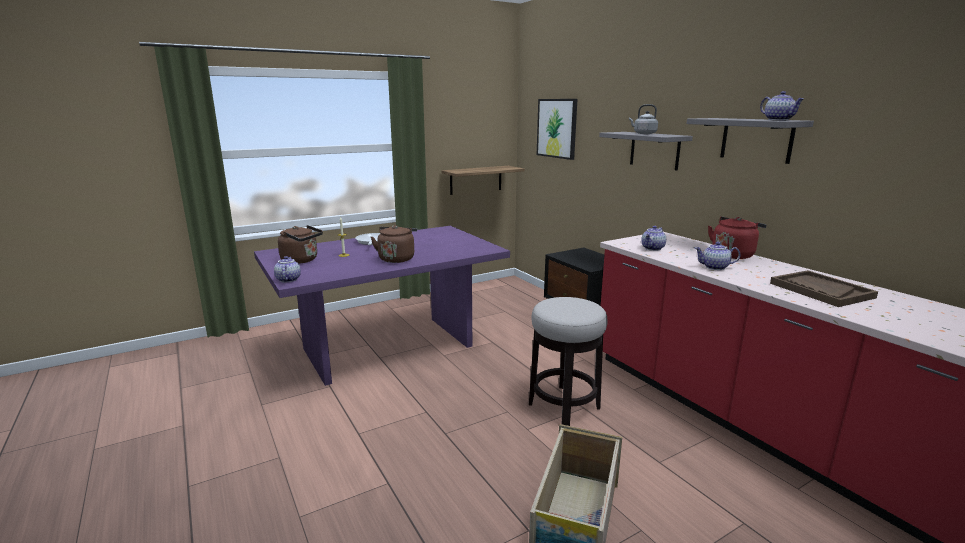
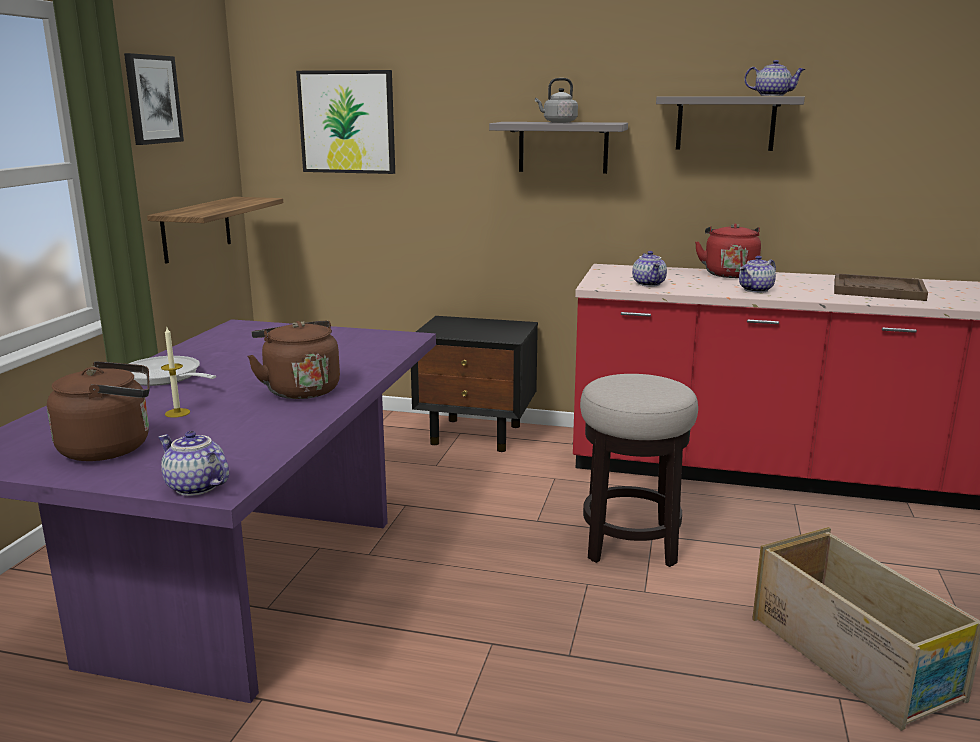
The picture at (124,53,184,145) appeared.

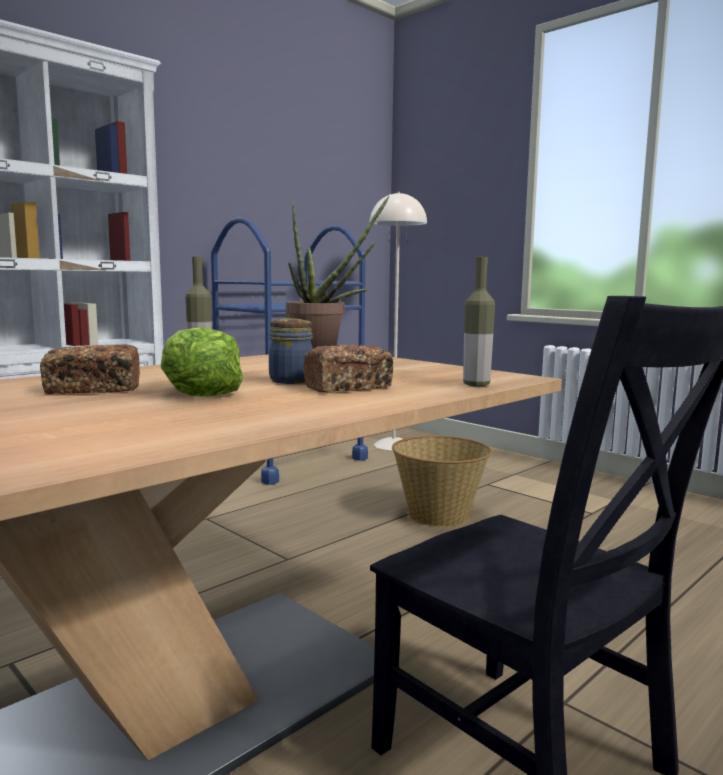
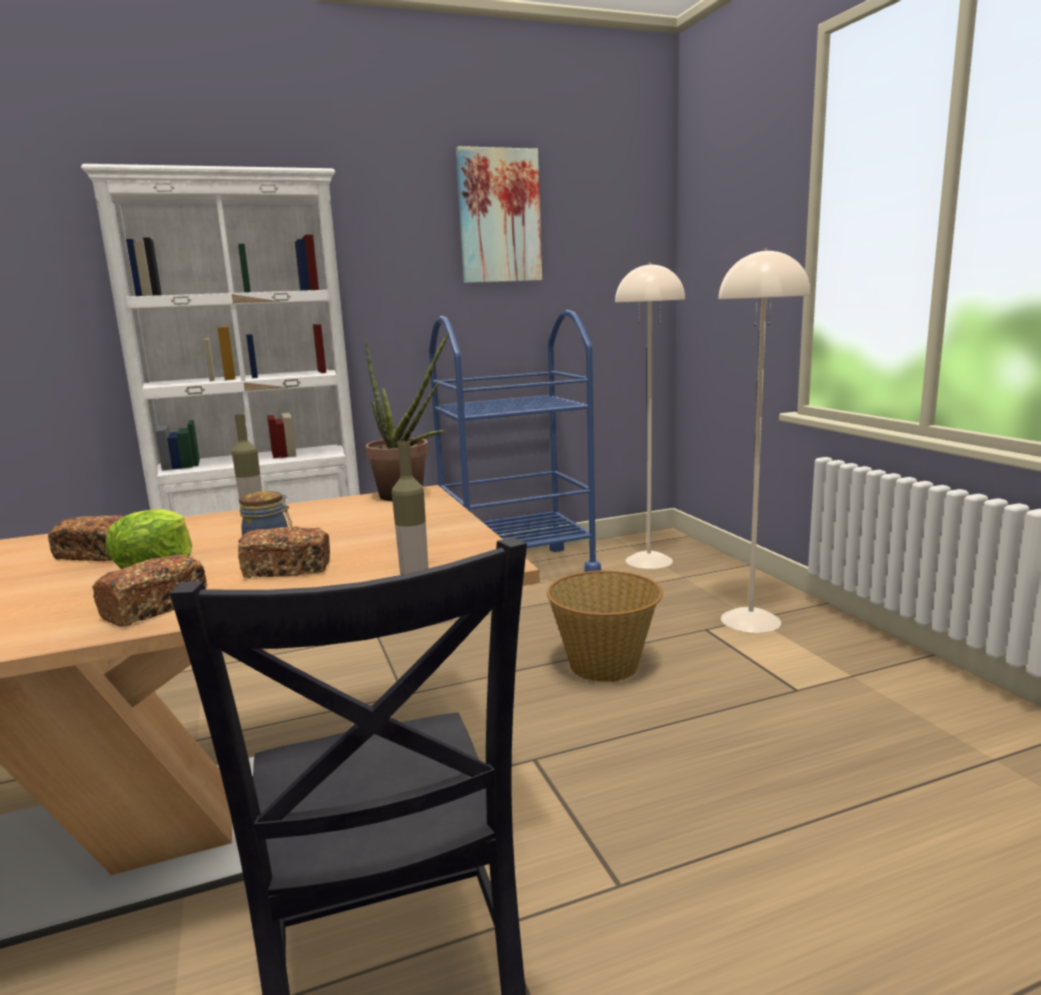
The baked bread at (92,554,207,627) appeared.
The picture at (456,146,542,283) appeared.
The sand-coloured standard lamp at (718,248,811,633) appeared.

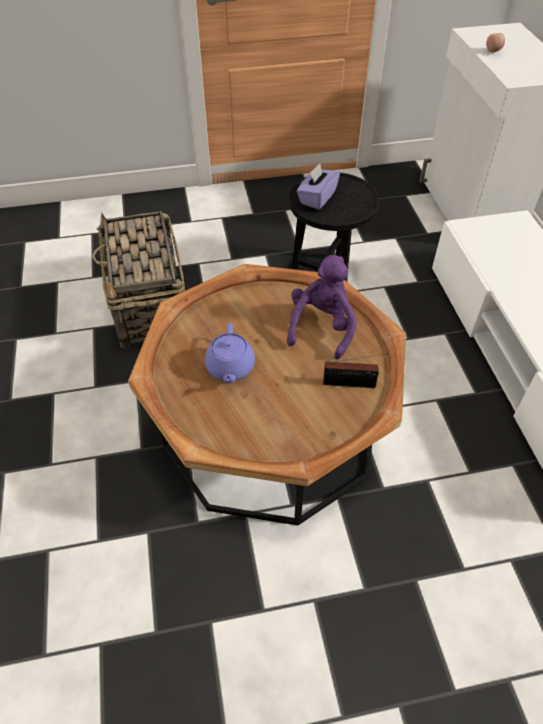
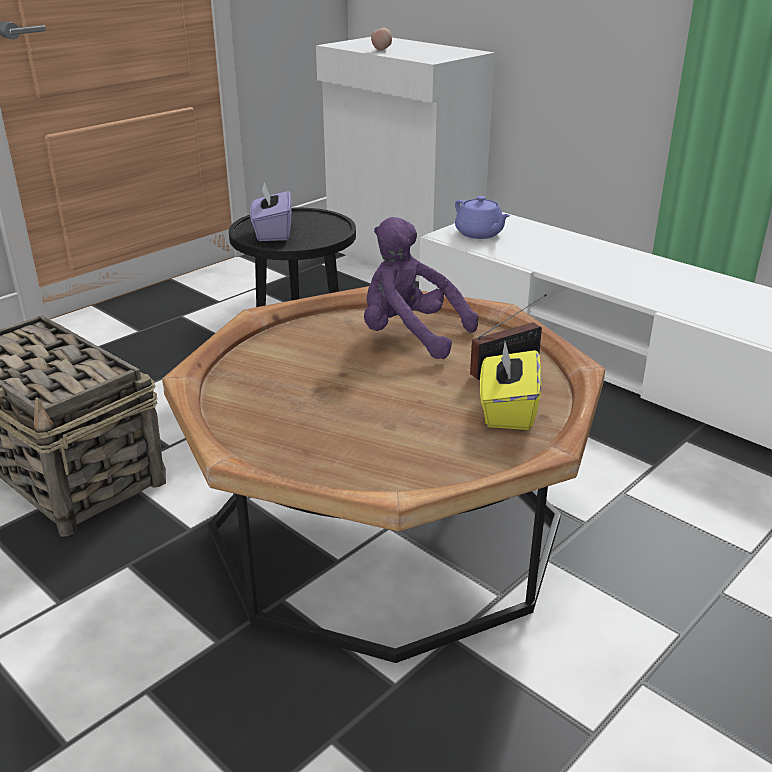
The yellowish box of tissues at (480,342,541,430) appeared.
The purplish tea pot moved from (205,323,255,383) to (455,196,510,239).
The purplish soft toy at (287,255,357,359) turned 45 degrees counterclockwise.

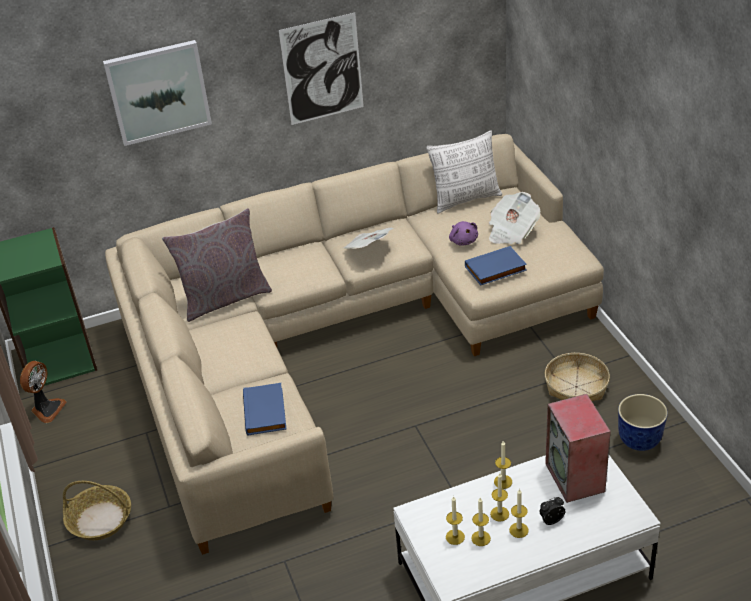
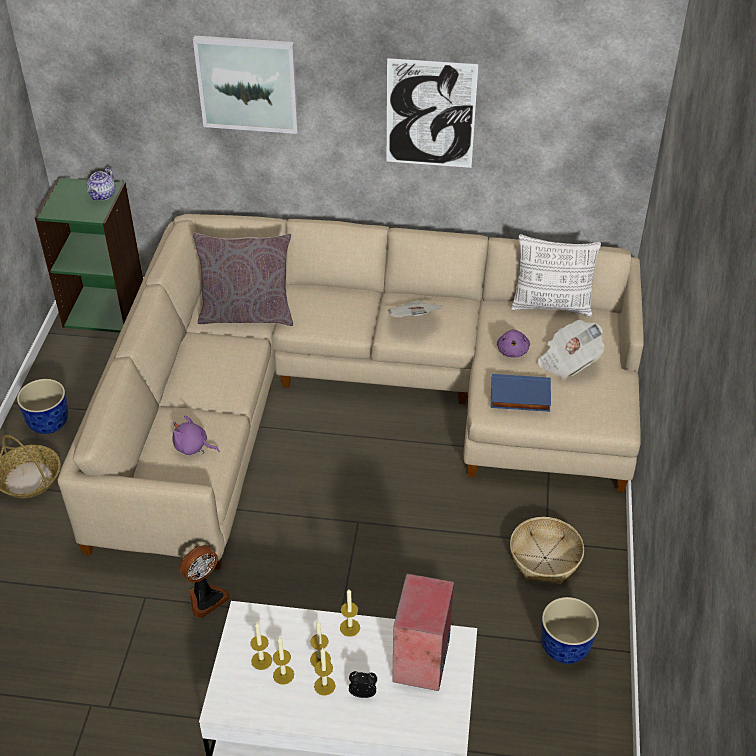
The planter at (17,379,68,434) appeared.
The tea pot at (87,167,115,200) appeared.
The electric fan moved from (20,361,67,423) to (180,545,230,618).
The bluish volume at (243,383,287,436) was replaced by the purplish soft toy at (172,416,219,455).

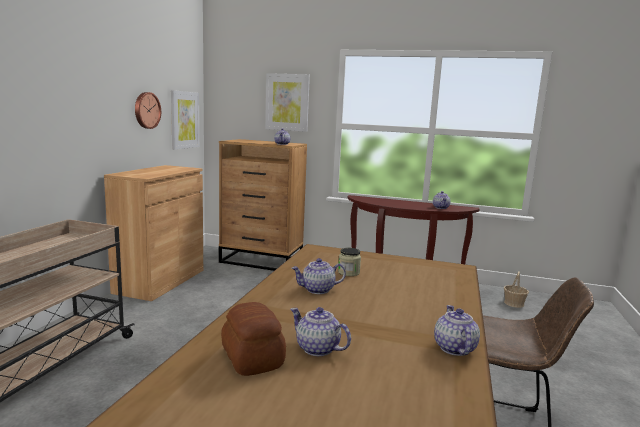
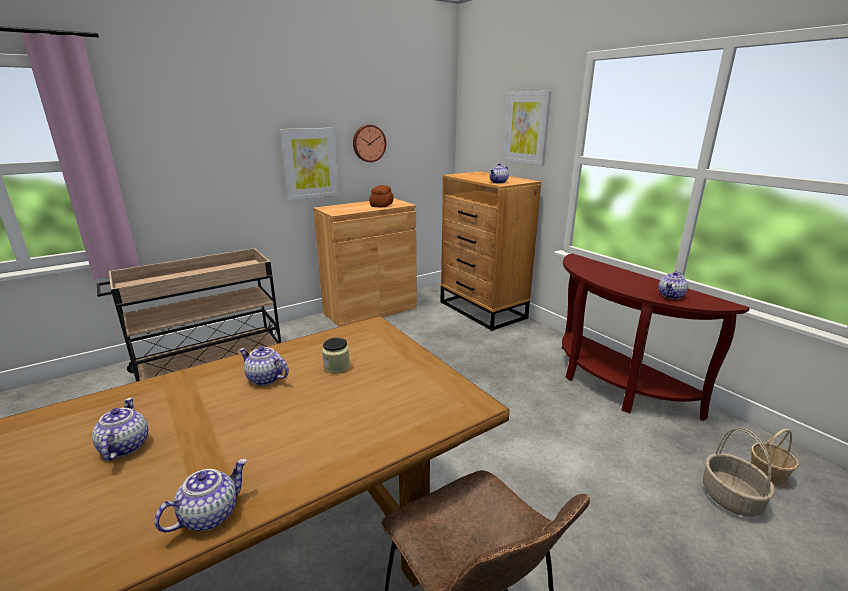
The basket at (703,427,775,517) appeared.
The picture moved from (171,90,199,149) to (280,128,339,200).
The baked bread moved from (221,302,286,376) to (369,185,394,207).

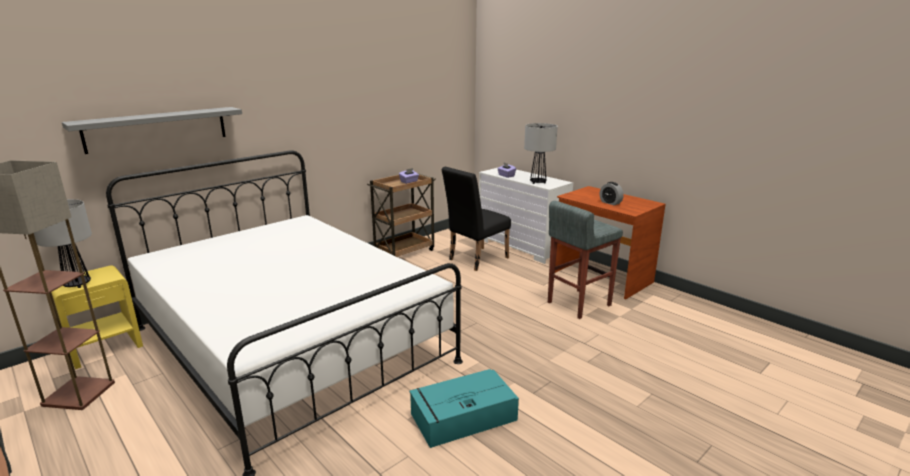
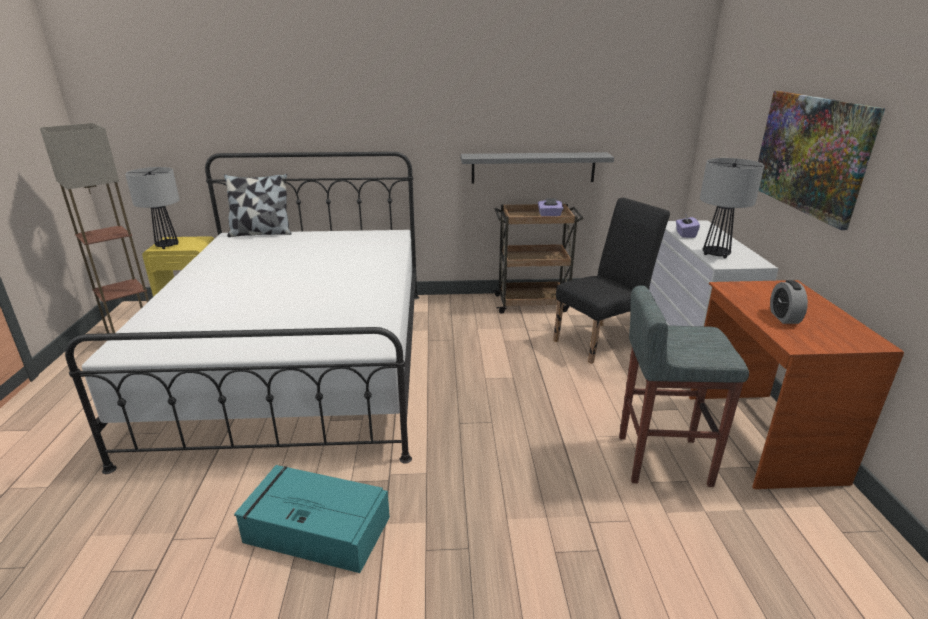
The throw pillow at (224,174,292,237) appeared.
The picture at (758,91,885,230) appeared.
The gray bracket shelf moved from (62,107,242,154) to (461,152,614,183).
The black upright chair at (441,167,511,271) turned 150 degrees clockwise.

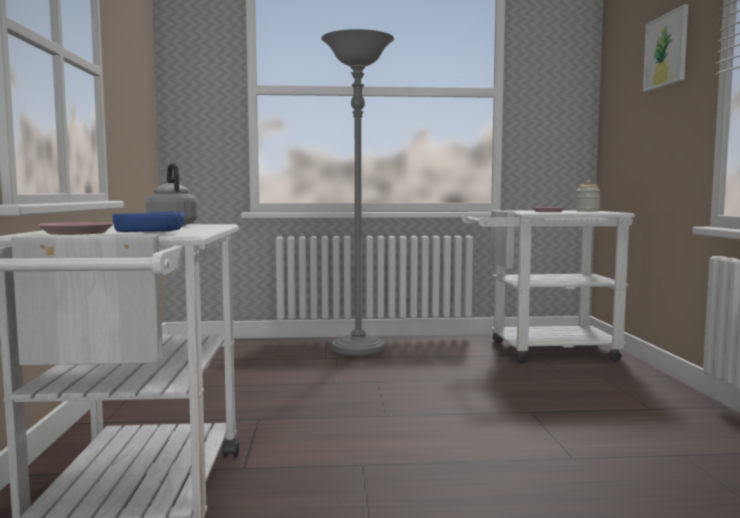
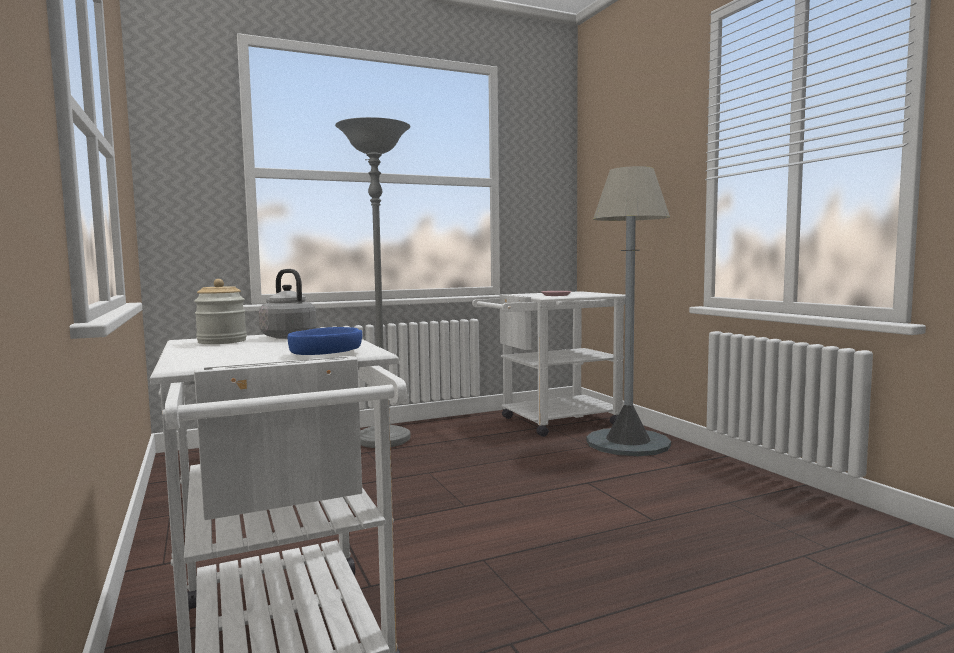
The pink flat dish at (38,222,113,235) disappeared.
The picture at (643,4,688,92) disappeared.
The gray standard lamp at (587,166,671,456) appeared.
The preserve jar moved from (576,180,601,212) to (194,279,247,344).

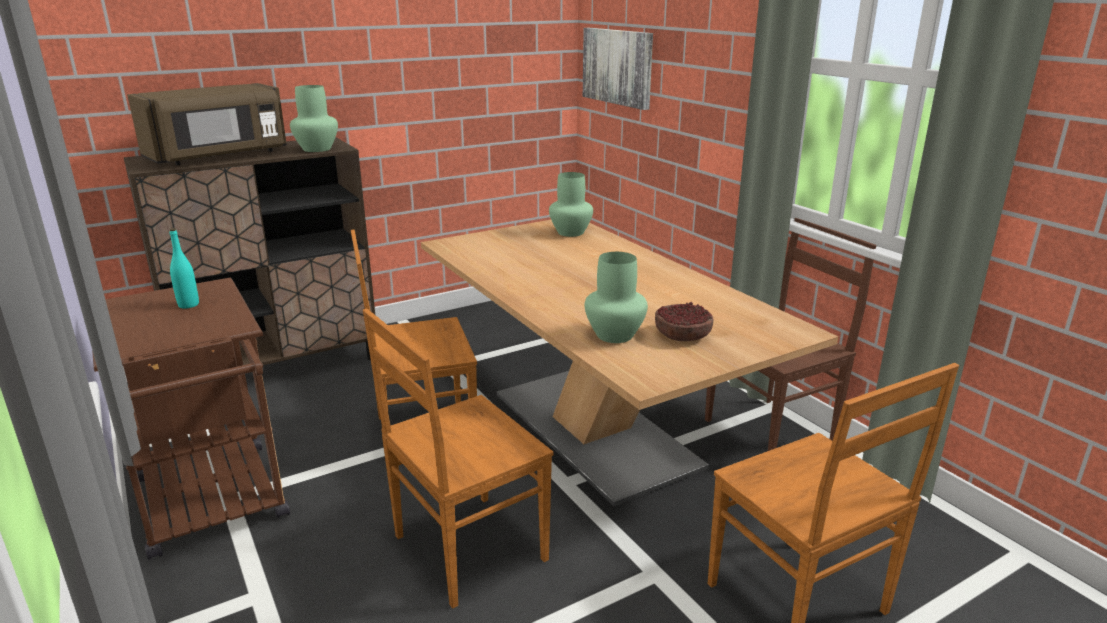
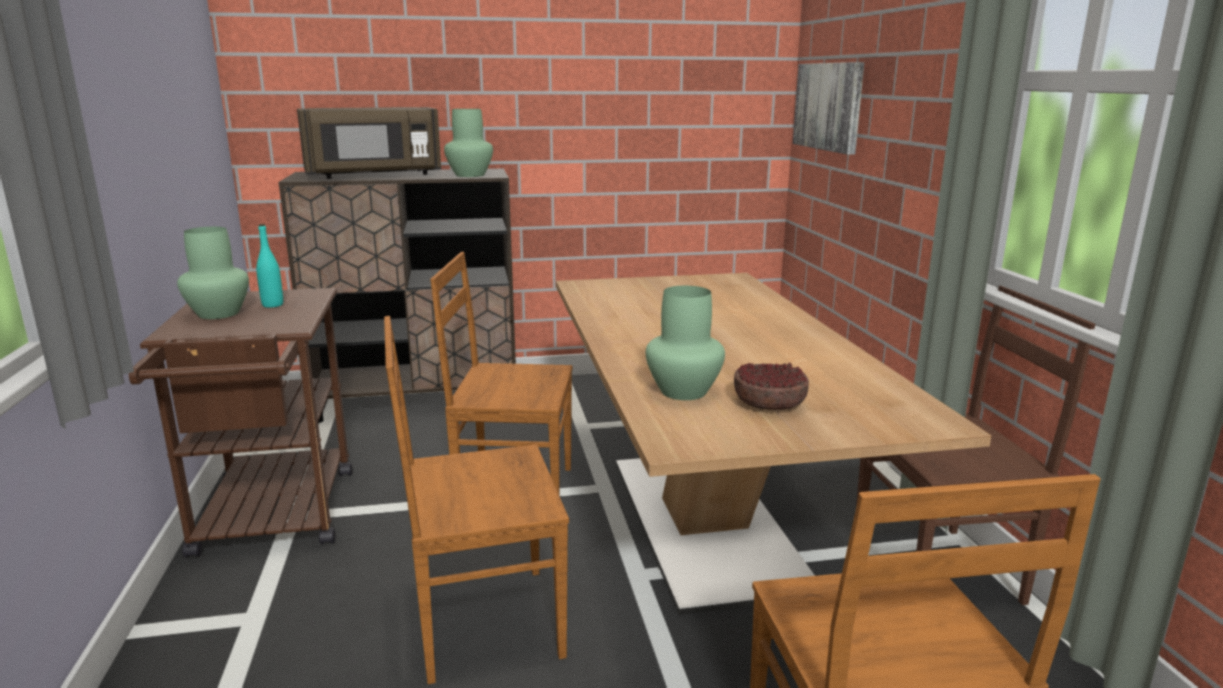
The green decorative vase moved from (549,172,593,237) to (177,227,249,319).

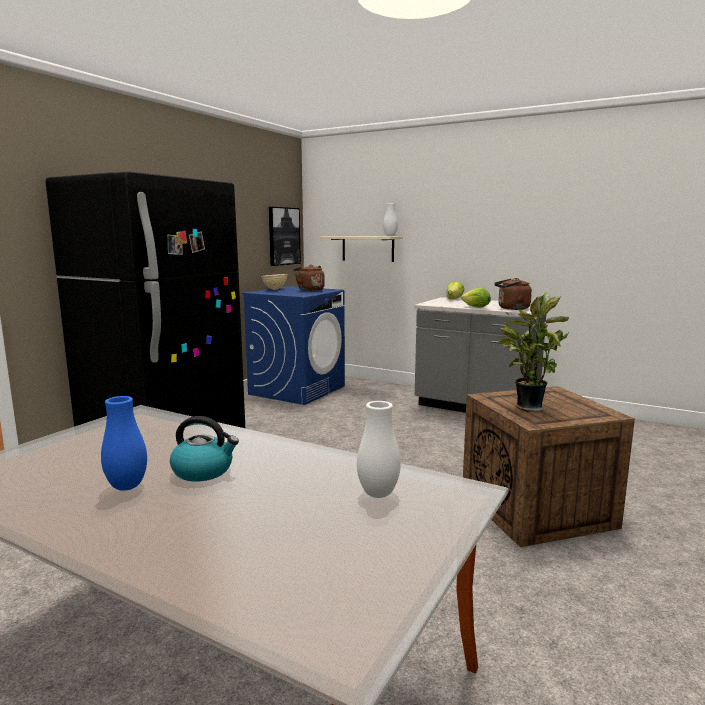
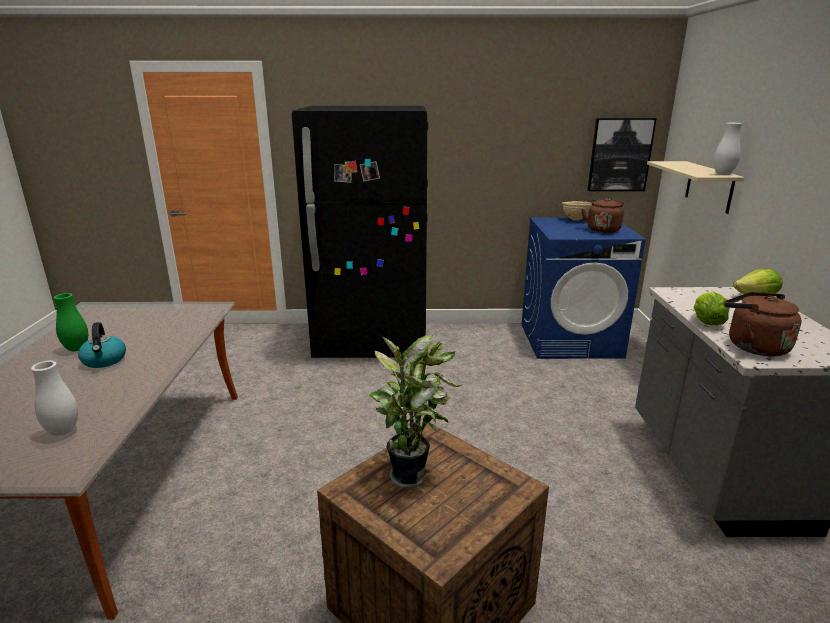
The bluish decorative vase at (101,396,147,491) became the green decorative vase at (54,293,88,351).

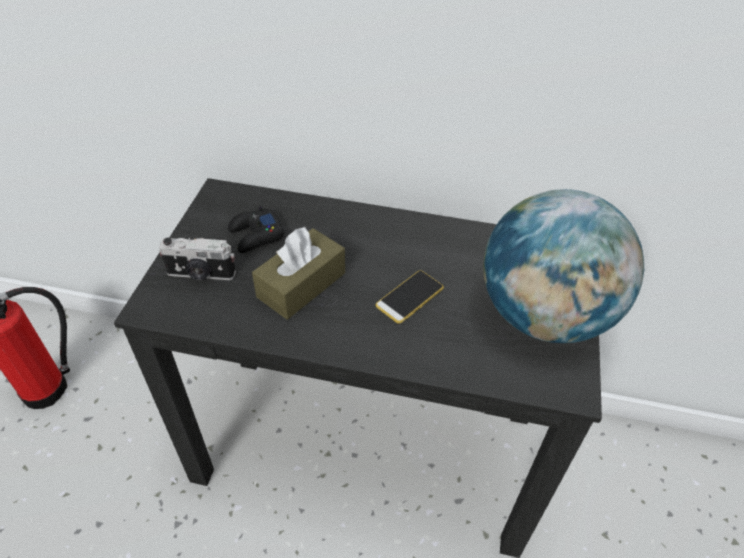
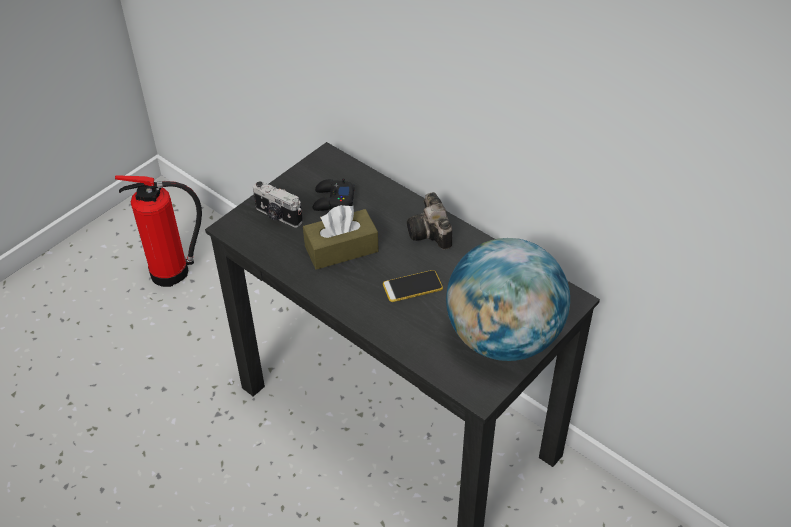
The photo camera at (407,192,452,250) appeared.

